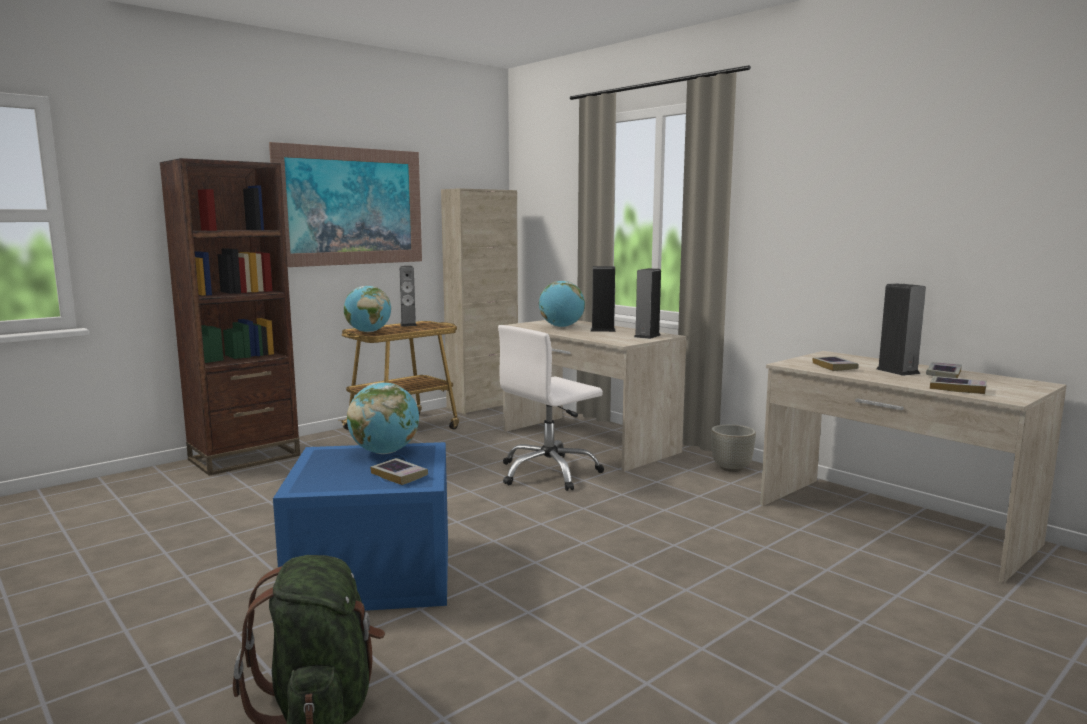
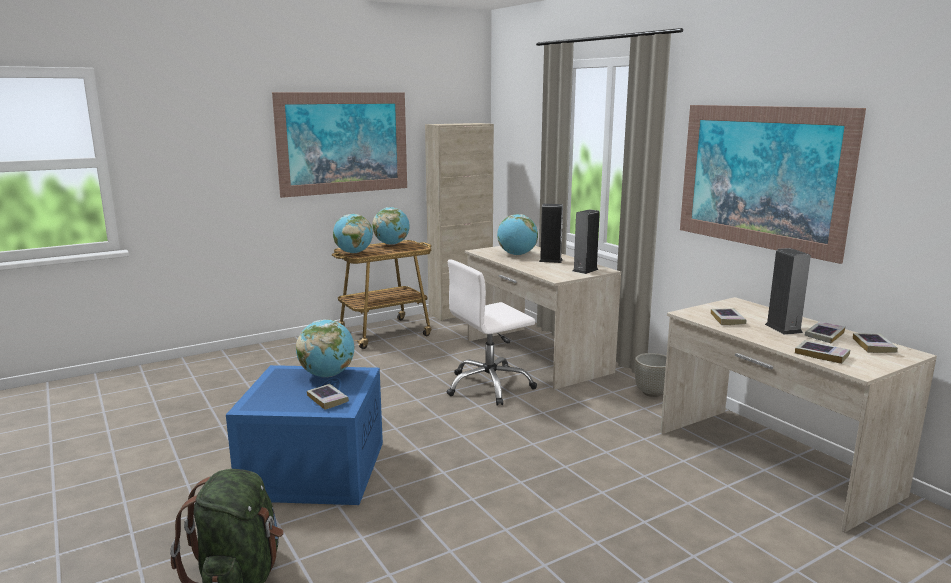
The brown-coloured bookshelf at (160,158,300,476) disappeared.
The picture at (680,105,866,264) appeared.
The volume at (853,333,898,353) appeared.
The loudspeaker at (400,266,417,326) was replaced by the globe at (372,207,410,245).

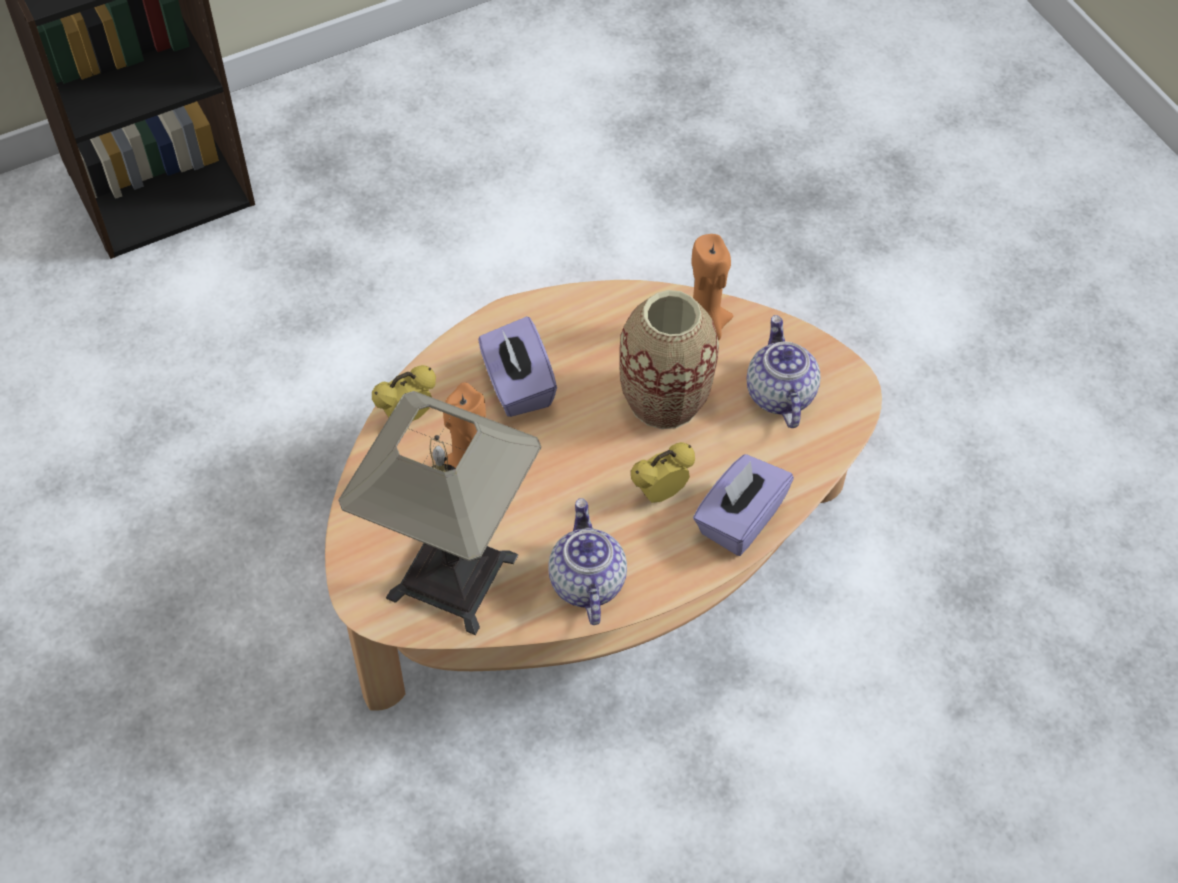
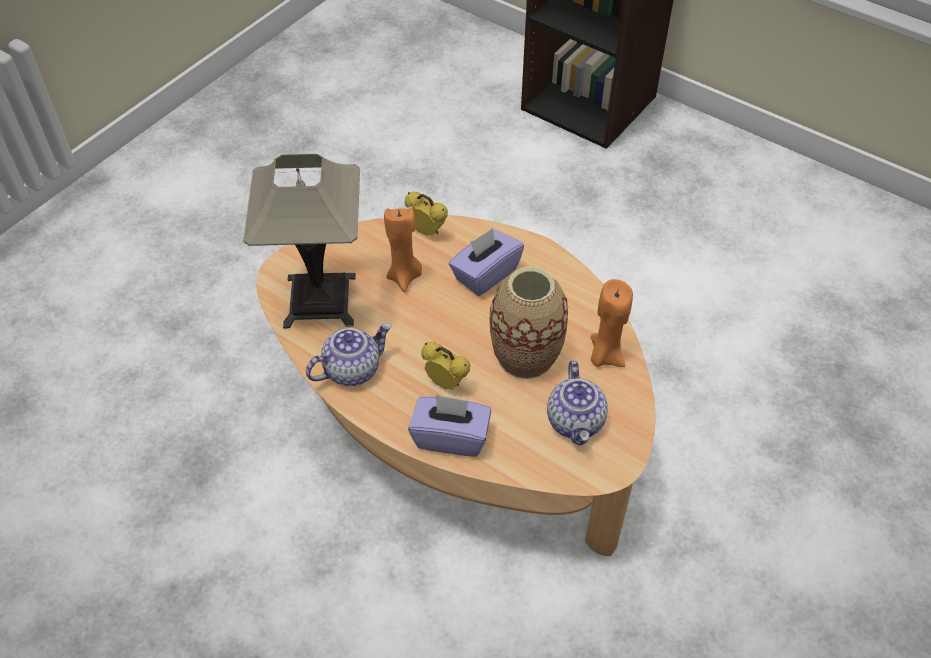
The tea pot at (747,315,821,428) turned 120 degrees clockwise.

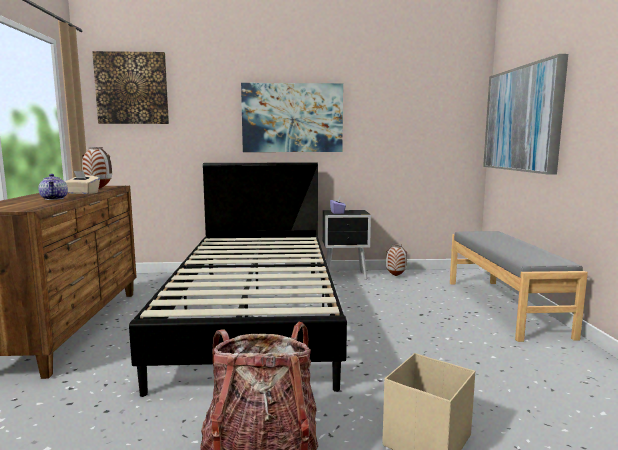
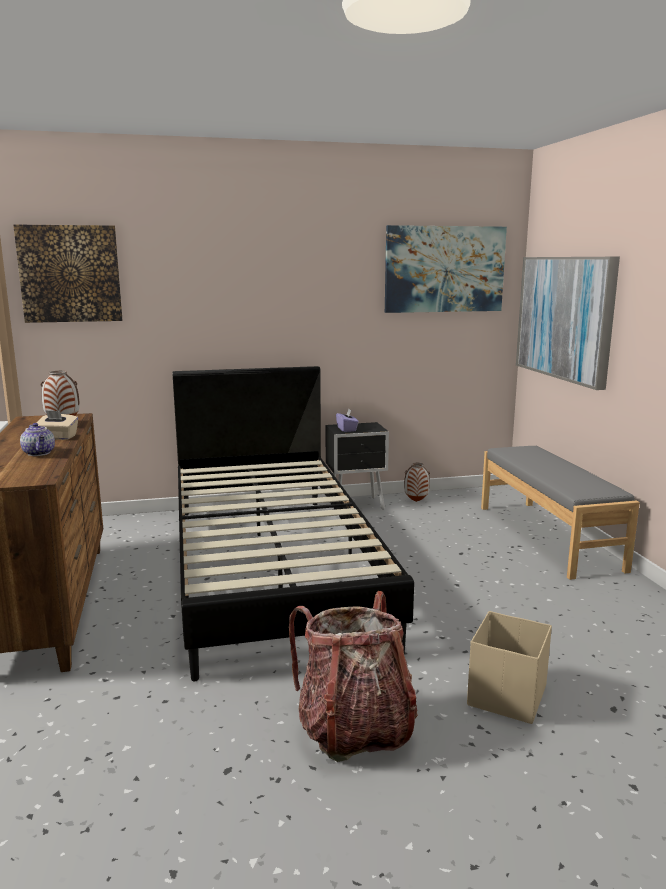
The picture moved from (241,83,343,152) to (385,225,507,313).

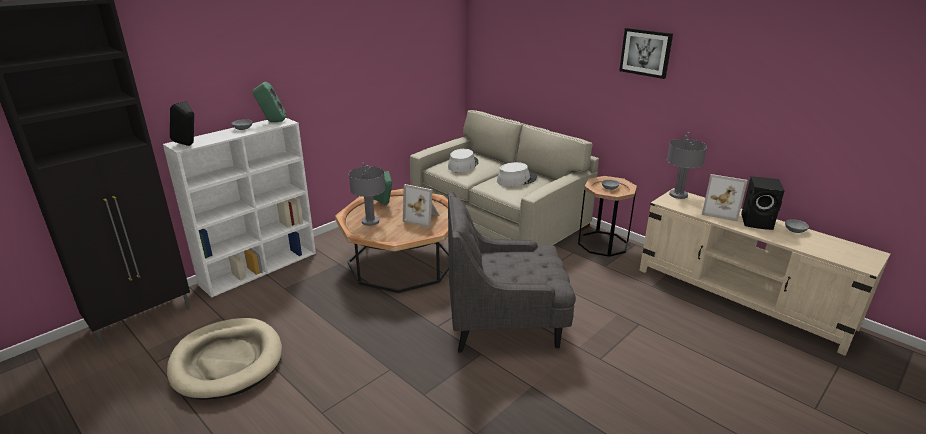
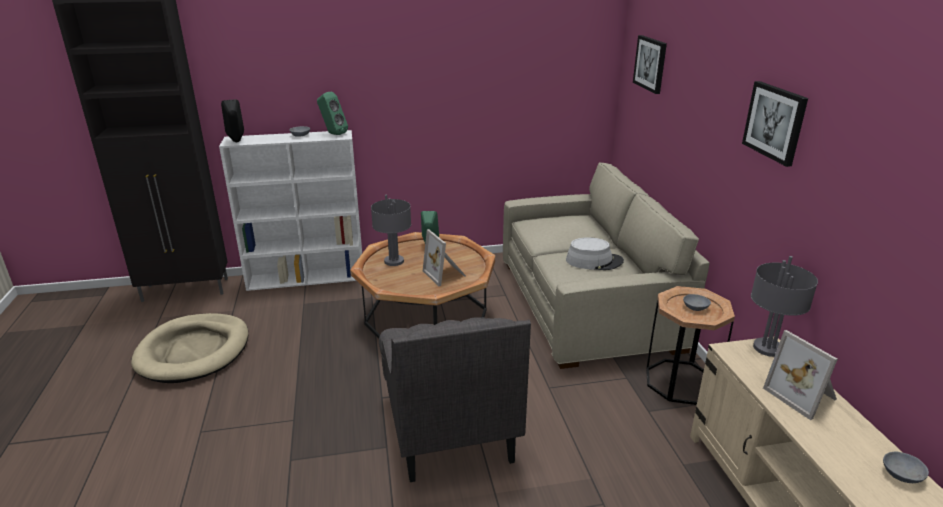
The gray clothing hat at (448,149,479,173) disappeared.
The black loudspeaker at (741,176,785,230) disappeared.
The picture at (633,35,667,94) appeared.
The gray easy chair at (448,192,576,352) turned 135 degrees counterclockwise.

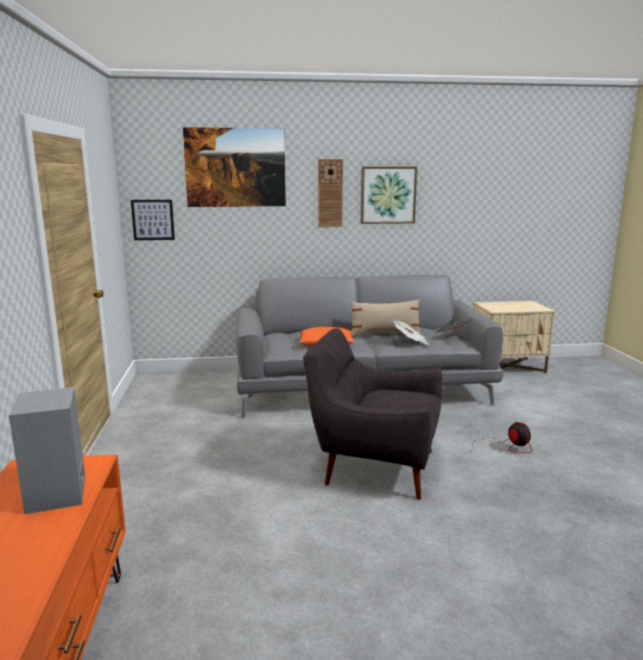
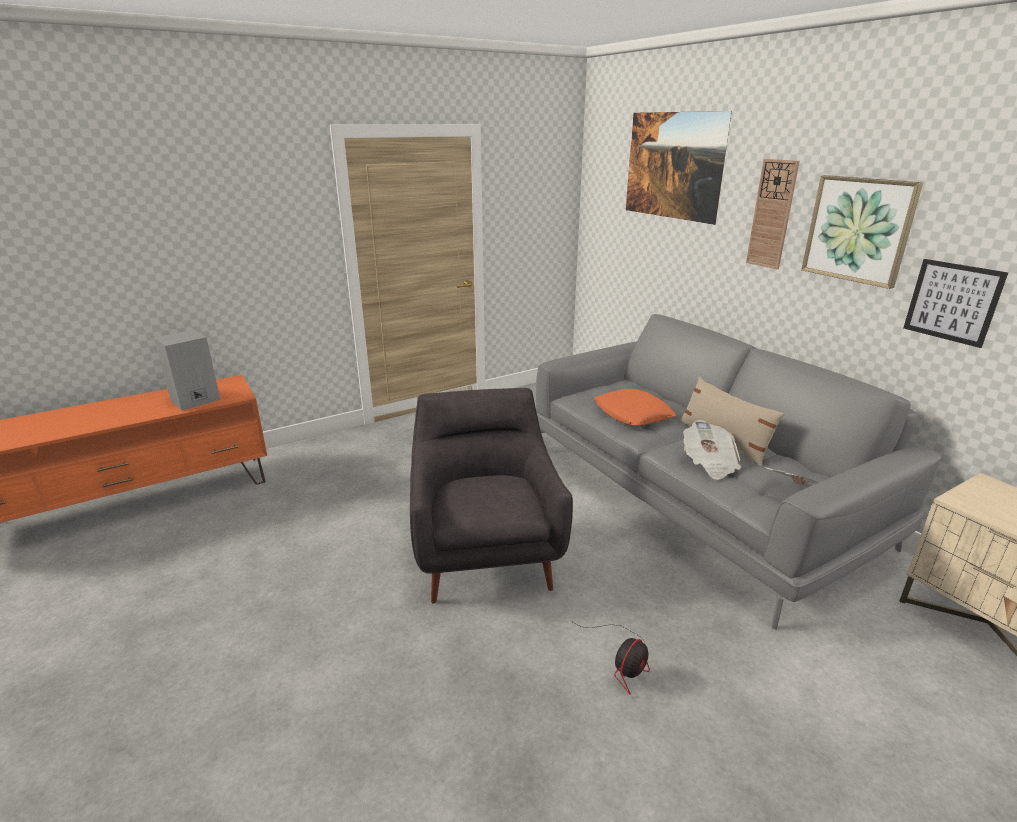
The picture moved from (131,200,175,240) to (903,259,1008,348).

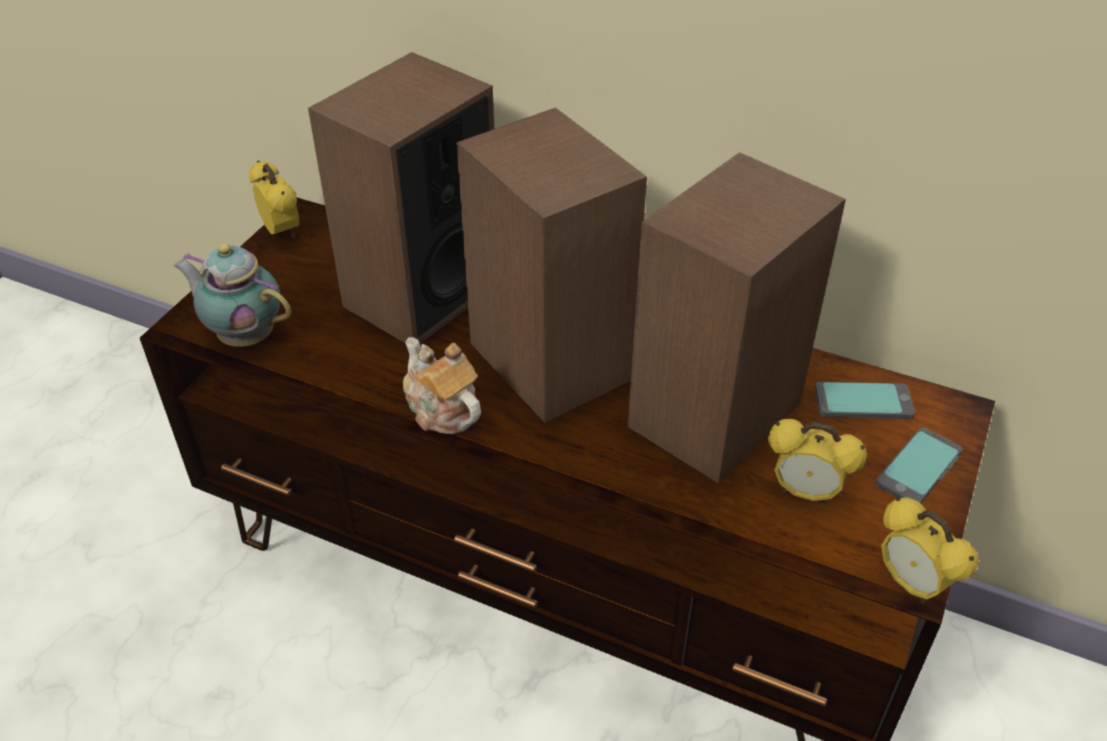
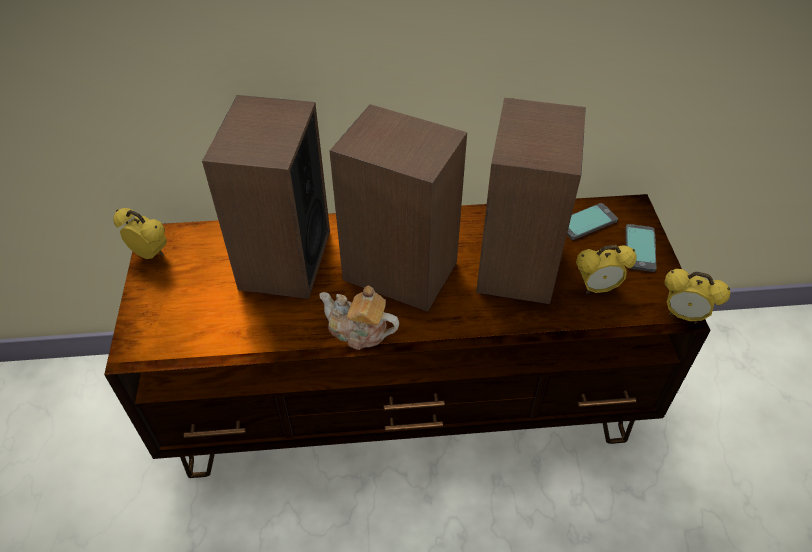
The tea pot at (174,243,292,347) disappeared.

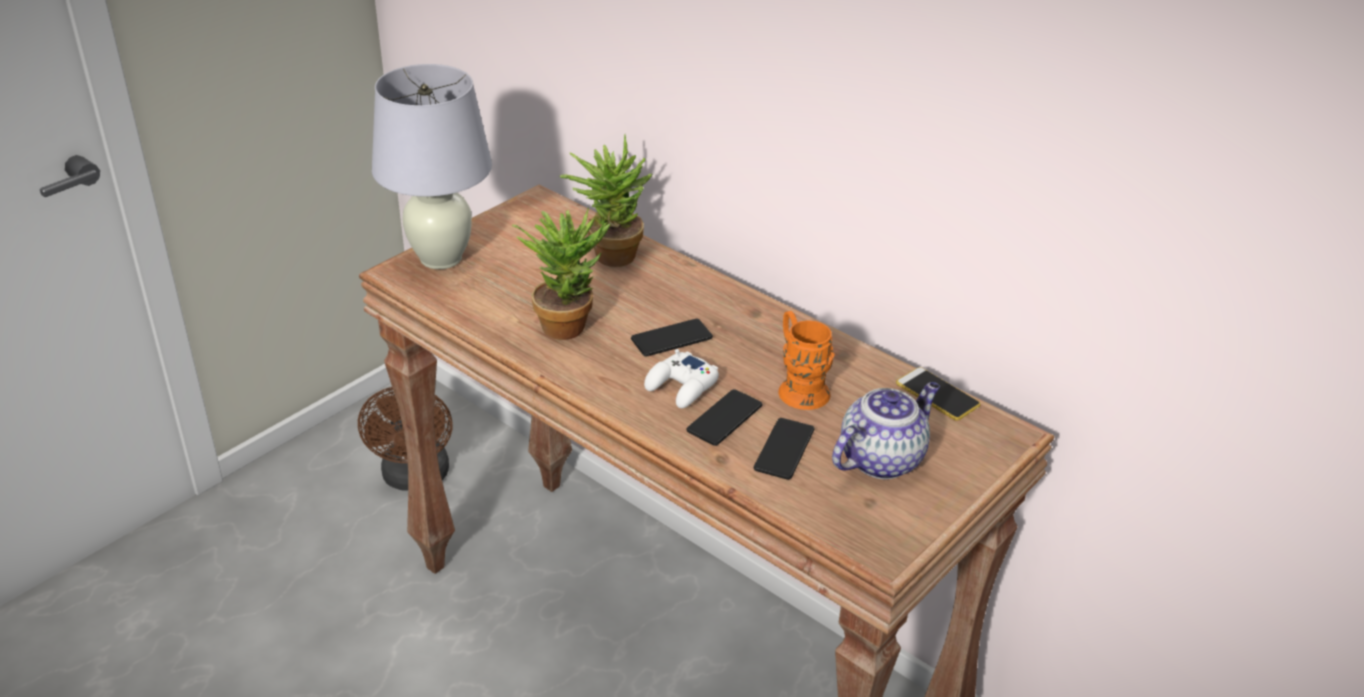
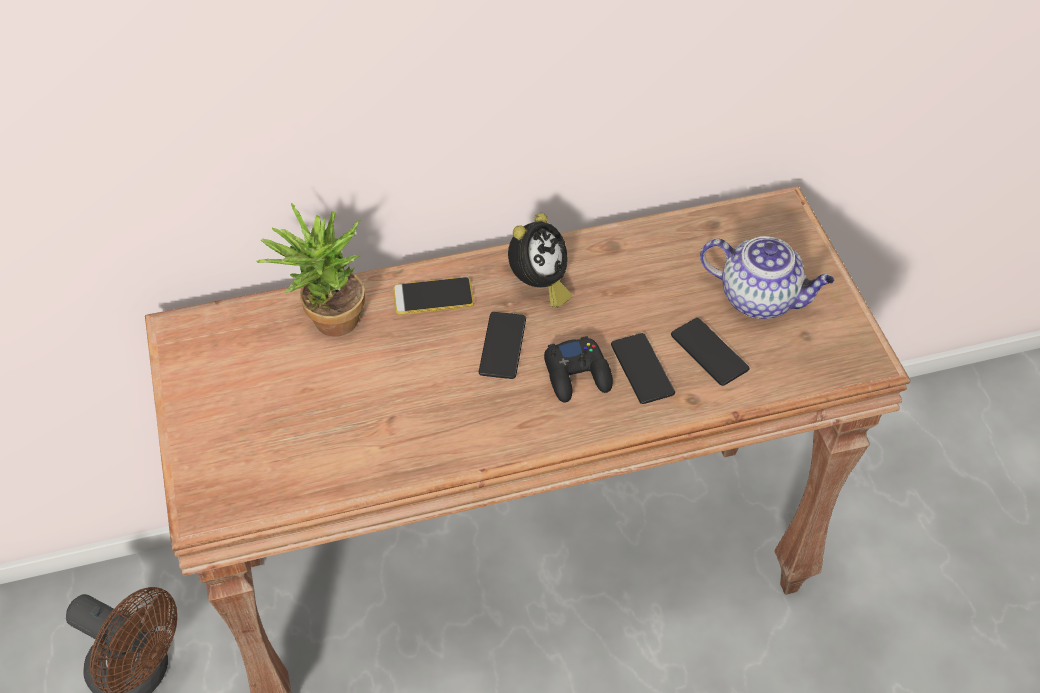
The white-coloured table lamp at (372,64,492,269) disappeared.
The houseplant at (512,207,610,340) disappeared.
The orangey tea mug at (778,311,835,410) disappeared.
The bedside clock at (508,213,572,308) appeared.
The handset moved from (896,367,981,421) to (393,277,474,315).
The white-coloured game controller at (644,349,719,408) became the black game controller at (544,336,613,403).
The tea pot at (832,382,940,479) turned 120 degrees clockwise.

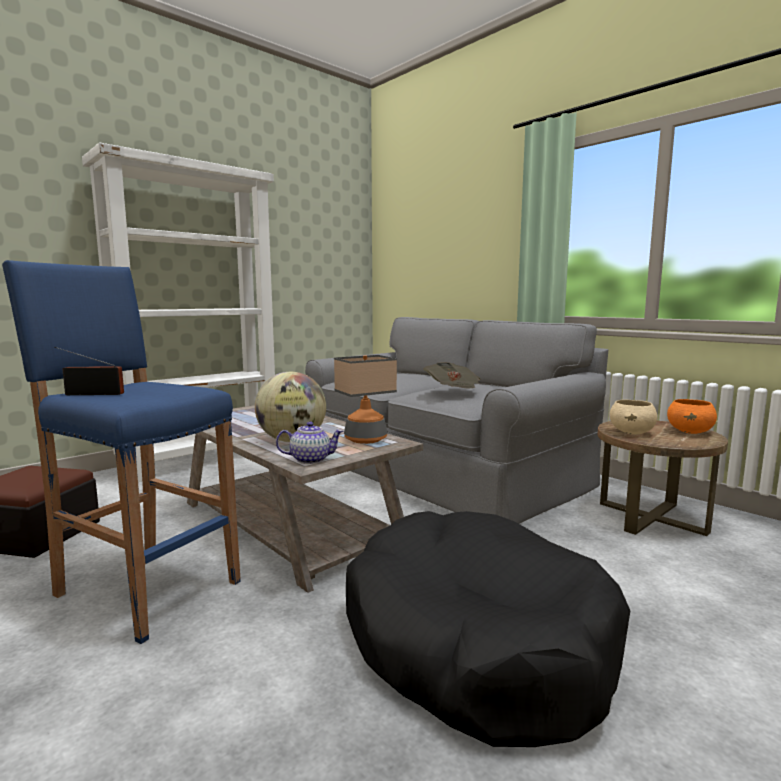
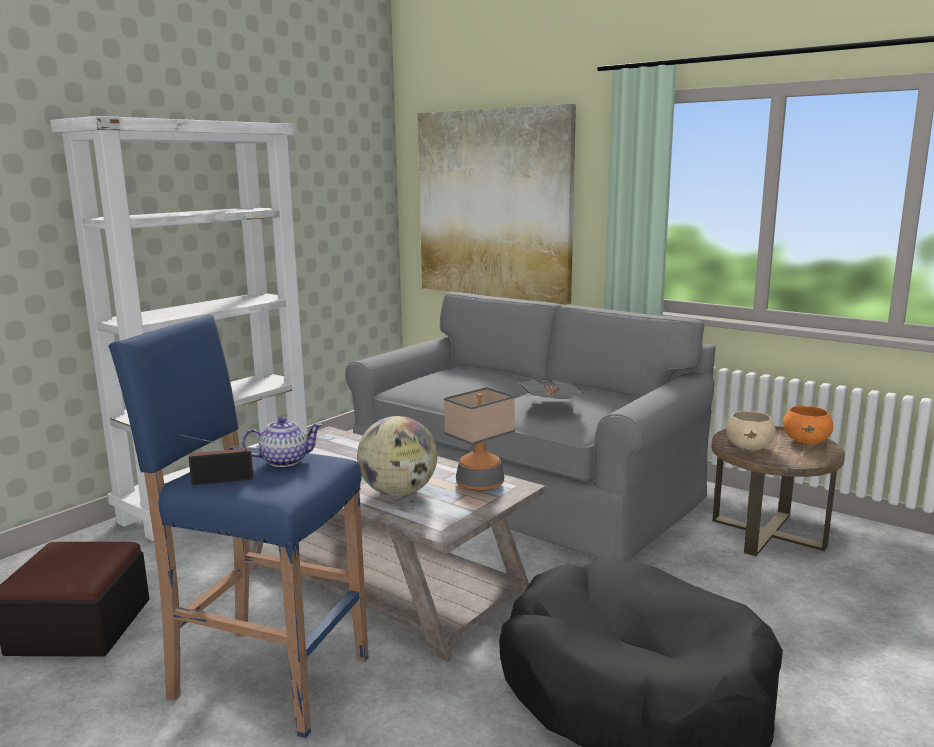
The picture at (418,104,576,305) appeared.
The tea pot moved from (276,422,343,464) to (242,417,322,467).

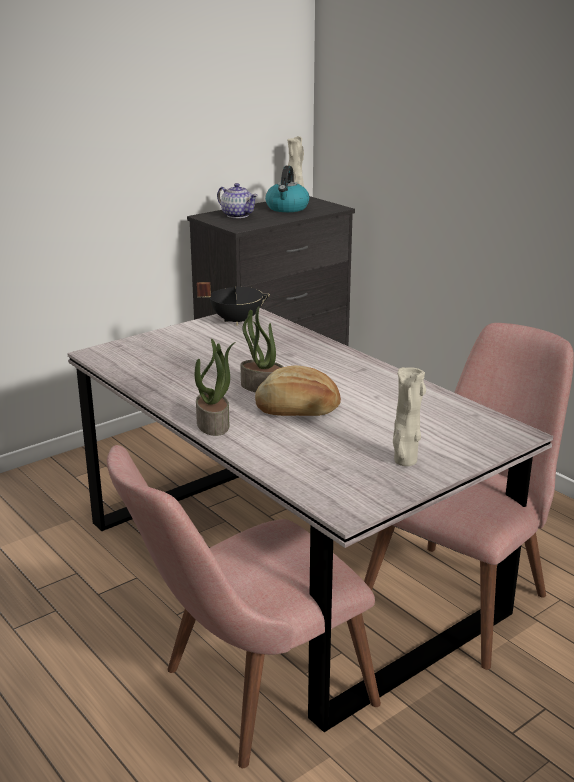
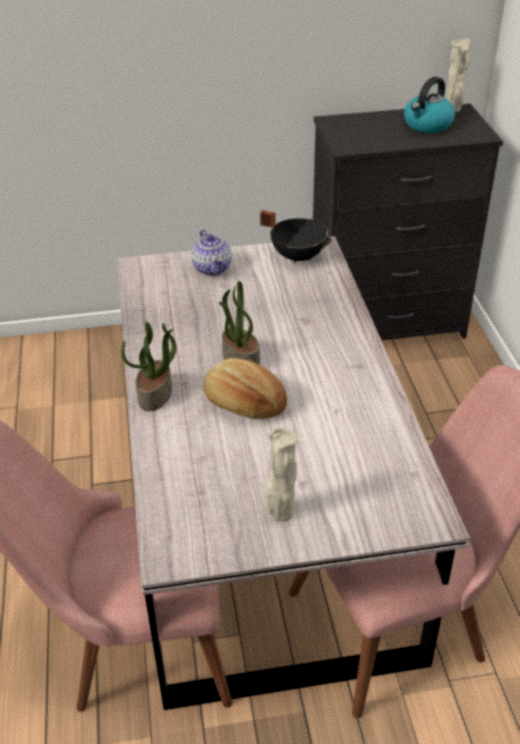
The tea pot moved from (217,183,258,218) to (191,230,232,276).

